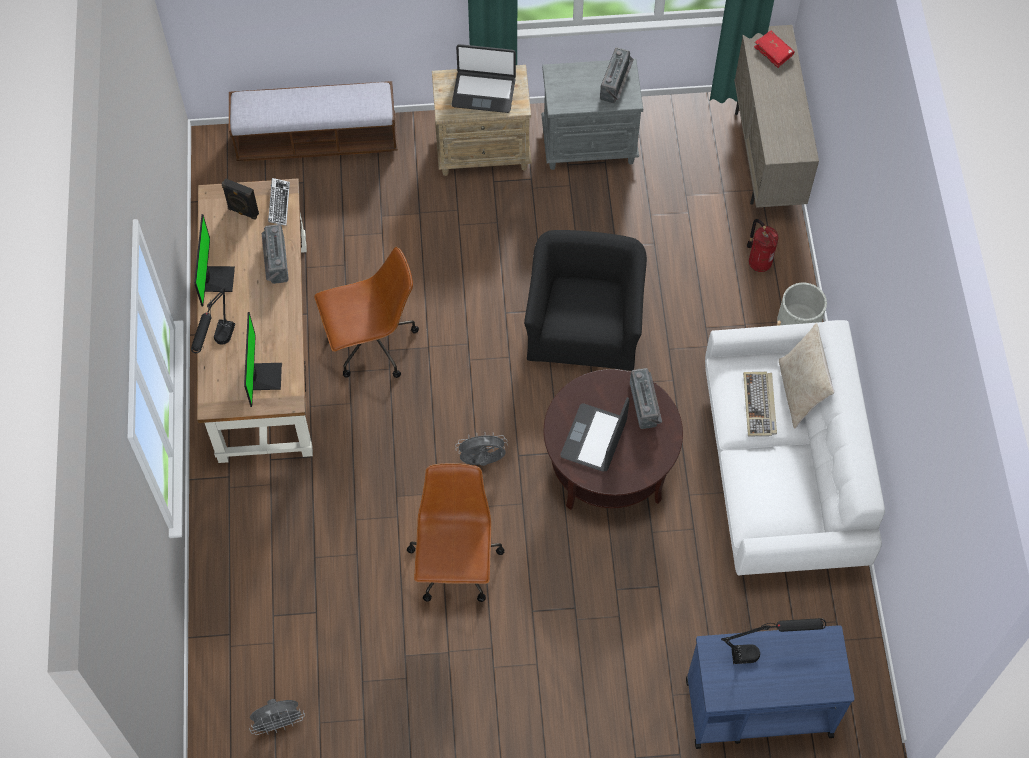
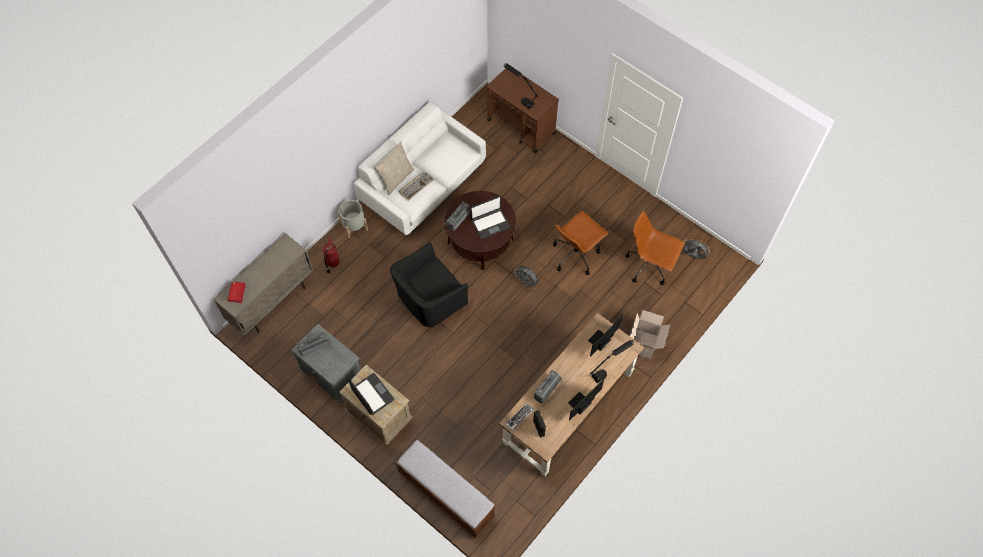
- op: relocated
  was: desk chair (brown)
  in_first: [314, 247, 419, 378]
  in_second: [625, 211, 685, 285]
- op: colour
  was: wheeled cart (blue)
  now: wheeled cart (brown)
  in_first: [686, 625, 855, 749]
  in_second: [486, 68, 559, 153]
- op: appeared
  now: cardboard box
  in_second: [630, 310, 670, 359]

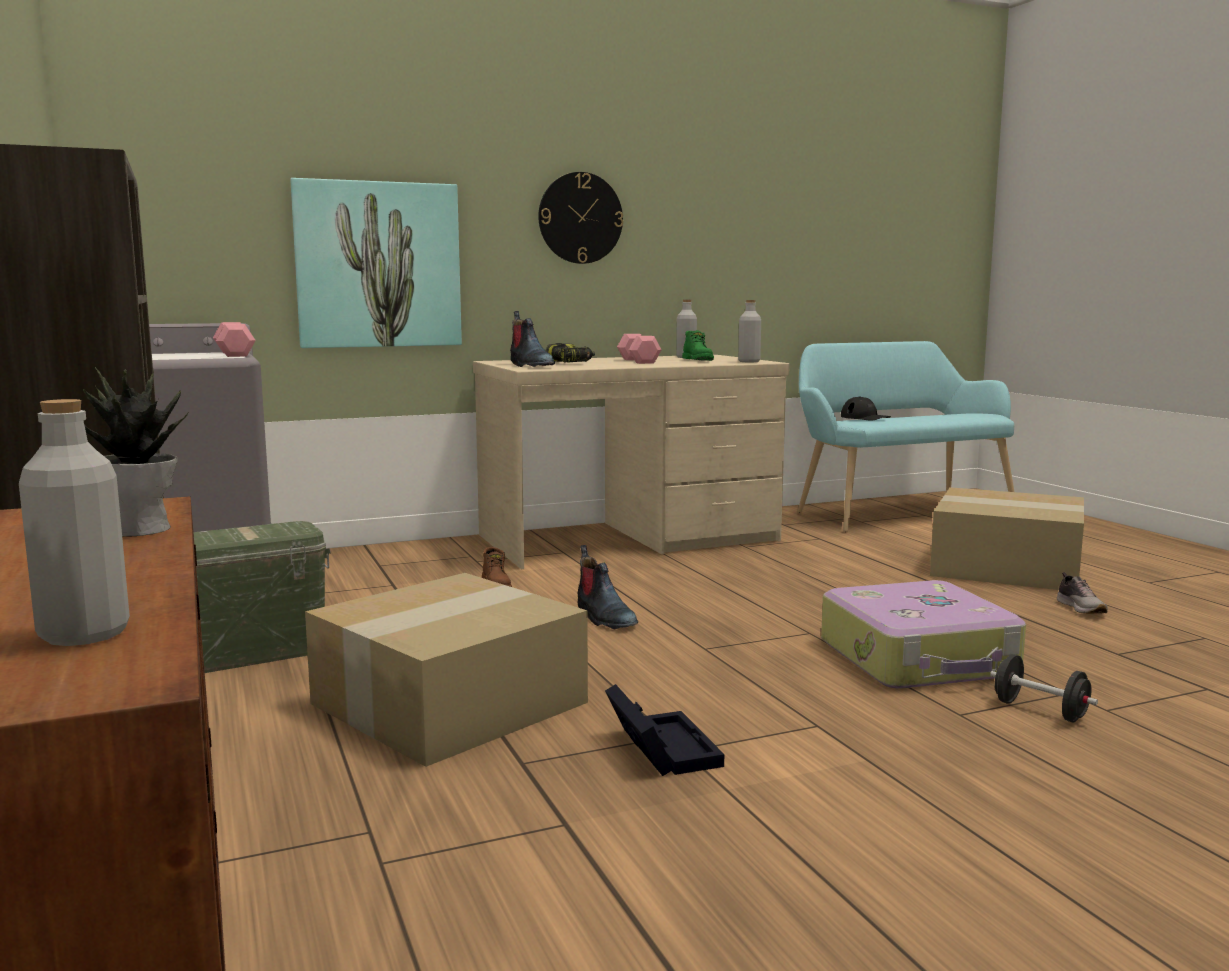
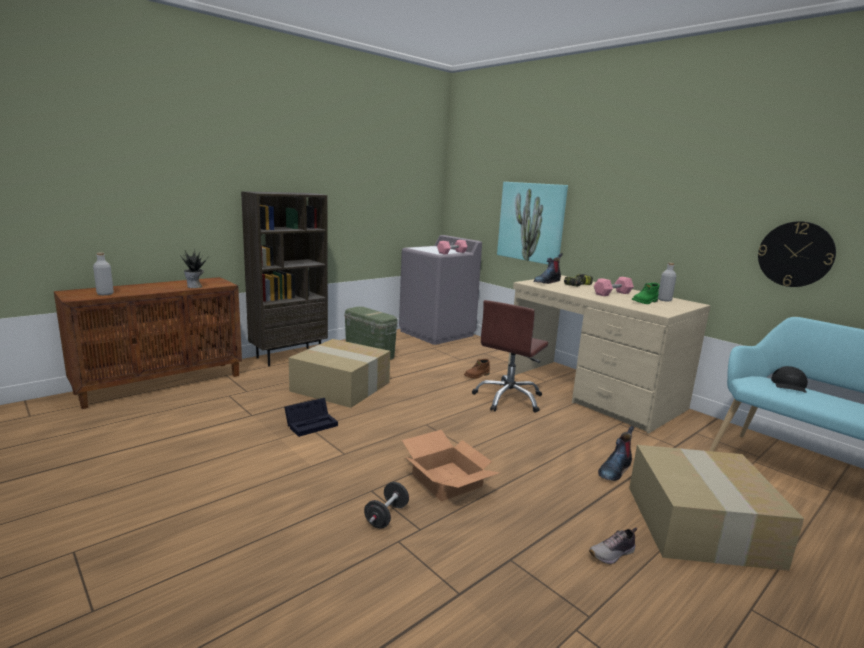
- op: relocated
  was: clock on the wall
  in_first: [538, 172, 623, 264]
  in_second: [758, 221, 836, 287]
- op: relocated
  was: boot
  in_first: [578, 545, 638, 629]
  in_second: [598, 426, 634, 481]
- op: missing
  was: drink bottle (greyish)
  in_first: [738, 300, 761, 362]
- op: exchanged
  was: piece of luggage
  now: cardboard box
  in_first: [821, 580, 1026, 689]
  in_second: [402, 430, 501, 501]
- op: appeared
  now: desk chair (brown)
  in_second: [472, 300, 548, 413]

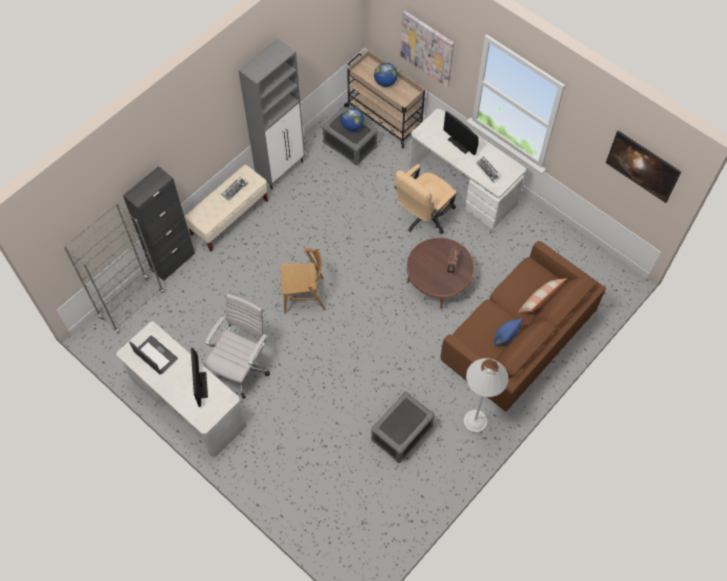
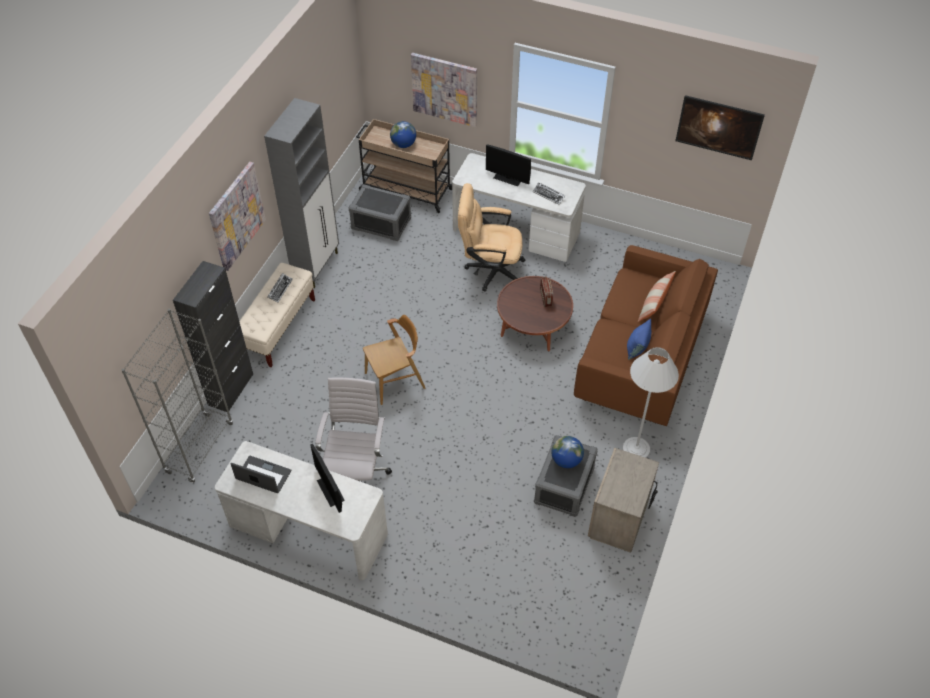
- op: relocated
  was: desk globe
  in_first: [341, 107, 364, 131]
  in_second: [551, 436, 584, 468]
- op: spun
  was: desk chair (sand-coloured)
  in_first: [395, 164, 456, 234]
  in_second: [458, 183, 525, 292]
  clockwise: 75
- op: appeared
  now: wall picture
  in_second: [209, 162, 266, 271]
- op: appeared
  now: bedside table (sand-coloured)
  in_second: [588, 448, 659, 553]

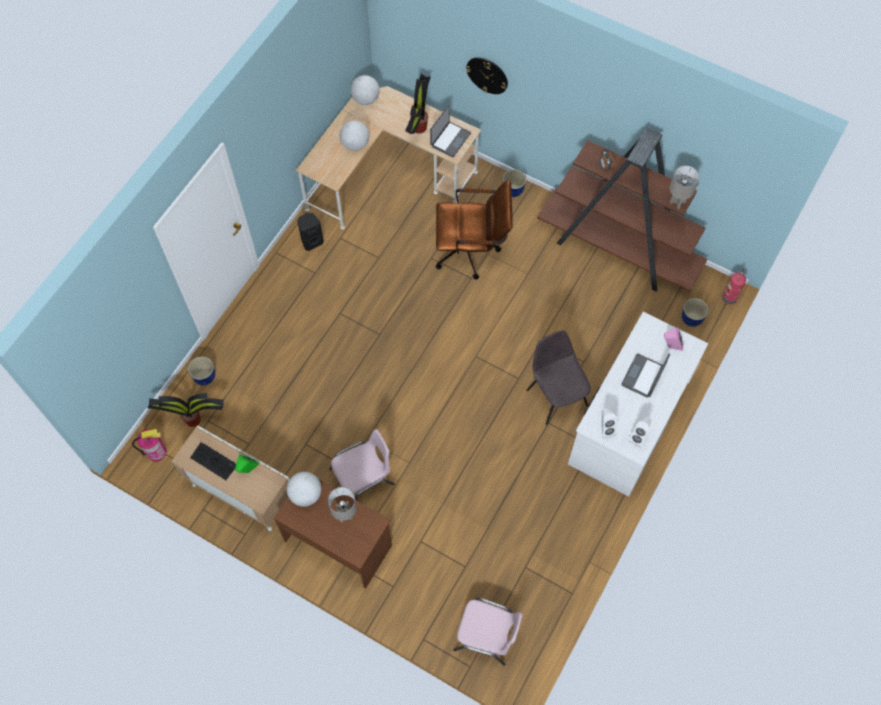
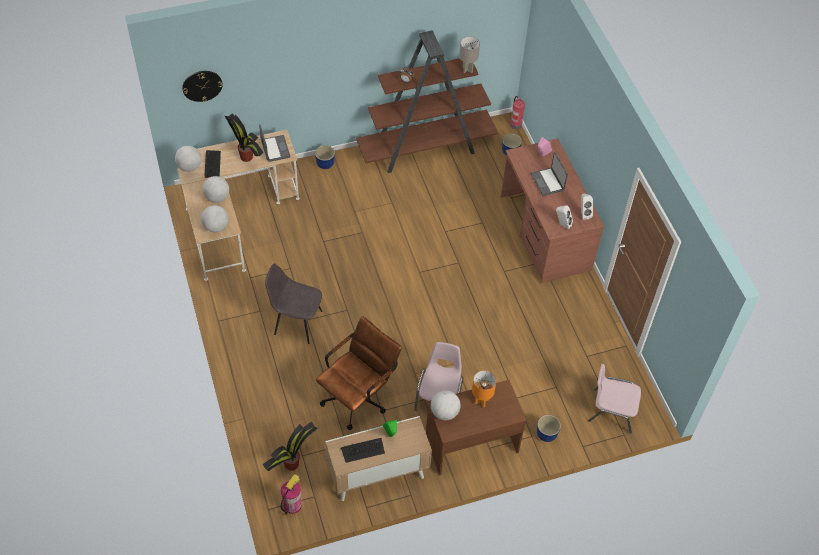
- op: relocated
  was: planter
  in_first: [188, 356, 215, 385]
  in_second: [537, 415, 561, 442]
- op: missing
  was: audio speaker (black-coloured)
  in_first: [297, 213, 324, 251]
- op: colour
  was: lamp for a table (greyish)
  now: lamp for a table (orangey)
  in_first: [328, 487, 357, 523]
  in_second: [472, 370, 496, 407]
- op: relocated
  was: desk chair (brown)
  in_first: [436, 180, 513, 280]
  in_second: [316, 316, 402, 430]
- op: spun
  was: plain chair (pinkish)
  in_first: [453, 598, 523, 666]
  in_second: [588, 364, 641, 434]
  clockwise: -135
- op: relocated
  was: clock on the wall
  in_first: [466, 57, 508, 94]
  in_second: [182, 71, 223, 102]
- op: relocated
  was: plain chair (greyish)
  in_first: [526, 330, 591, 425]
  in_second: [265, 263, 323, 344]
- op: colour
  was: desk unit (white-coloured)
  now: desk unit (brown)
  in_first: [568, 312, 708, 497]
  in_second: [501, 139, 604, 283]
- op: appeared
  now: desk globe
  in_second: [201, 205, 228, 232]
- op: appeared
  now: PC keyboard
  in_second: [205, 150, 221, 178]

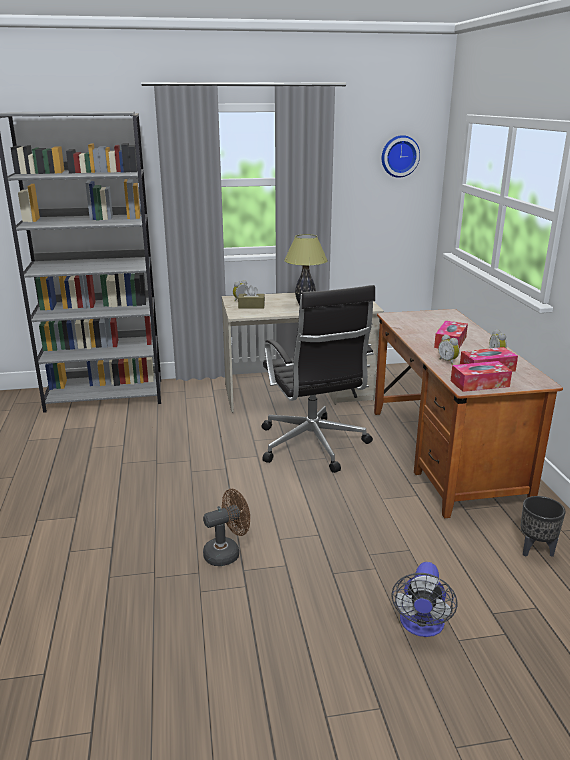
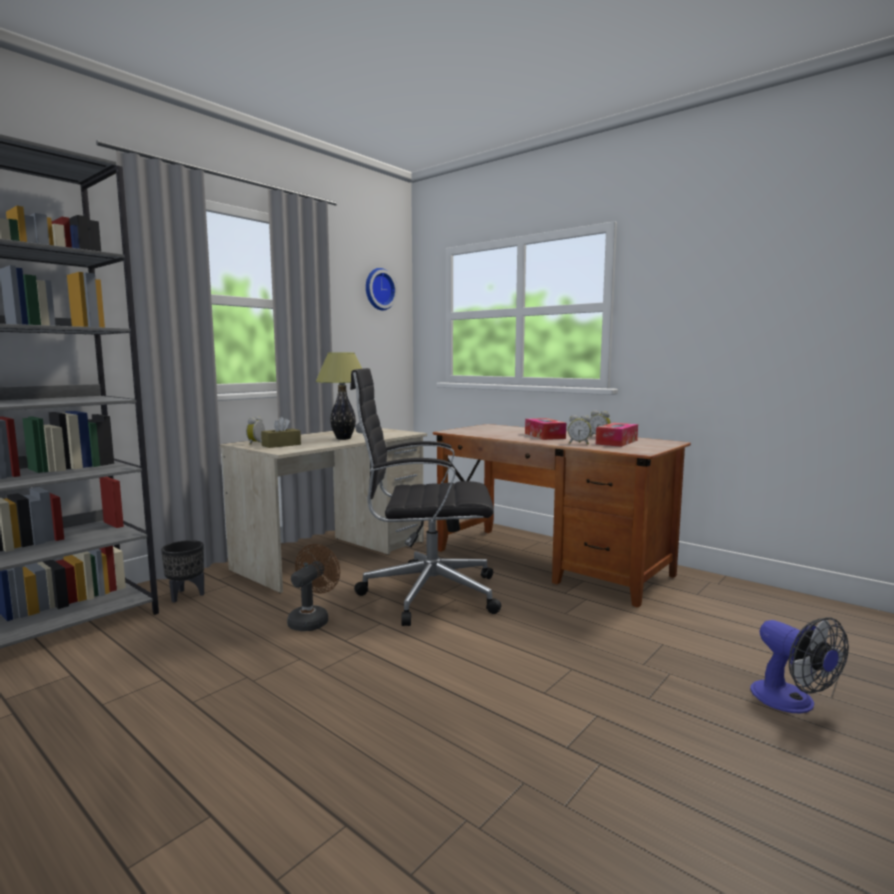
- op: relocated
  was: electric fan (brown)
  in_first: [203, 489, 250, 566]
  in_second: [287, 544, 340, 631]
- op: spun
  was: desk chair (black-coloured)
  in_first: [262, 285, 375, 473]
  in_second: [350, 368, 501, 626]
  clockwise: 150
- op: missing
  was: tissue holder
  in_first: [451, 361, 512, 392]
- op: relocated
  was: planter (black-coloured)
  in_first: [521, 496, 565, 557]
  in_second: [161, 540, 204, 603]

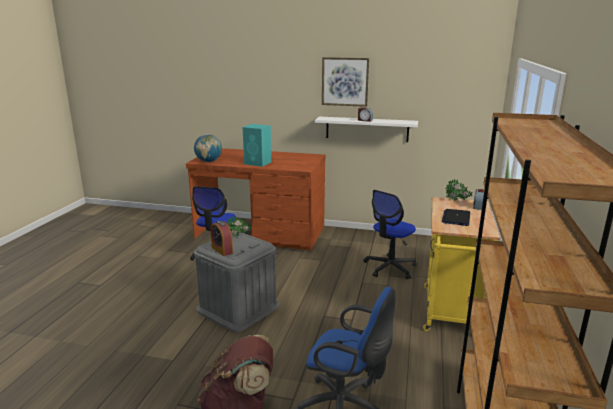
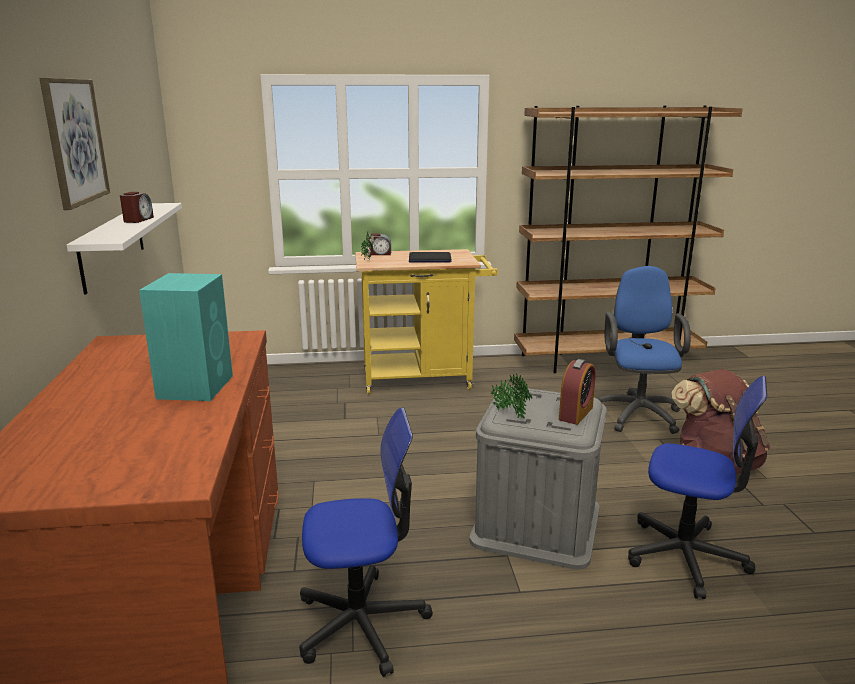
- op: missing
  was: desk globe
  in_first: [194, 134, 222, 162]
- op: relocated
  was: desk chair
  in_first: [363, 190, 417, 279]
  in_second: [628, 376, 767, 599]

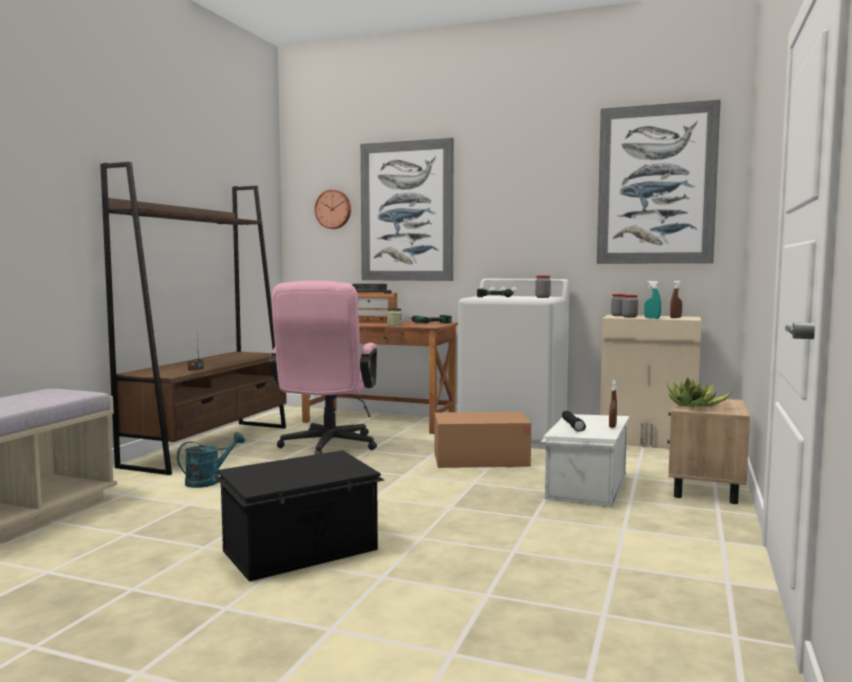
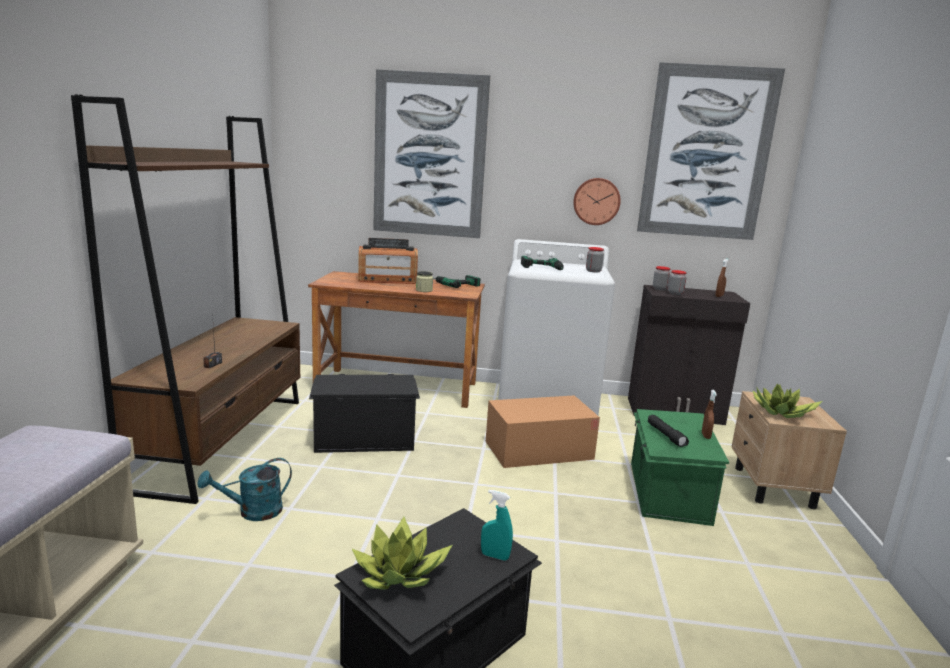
- op: spun
  was: watering can (turquoise)
  in_first: [177, 432, 245, 488]
  in_second: [198, 458, 292, 521]
  clockwise: -150
- op: exchanged
  was: desk chair (pinkish)
  now: storage bin (black-coloured)
  in_first: [268, 281, 377, 455]
  in_second: [309, 374, 420, 453]
- op: relocated
  was: clock on the wall
  in_first: [314, 189, 351, 229]
  in_second: [573, 178, 621, 225]
- op: colour
  was: storage bin (white-coloured)
  now: storage bin (greenish)
  in_first: [541, 414, 629, 508]
  in_second: [631, 409, 729, 526]
- op: colour
  was: cupboard (sand-coloured)
  now: cupboard (black-coloured)
  in_first: [600, 315, 701, 449]
  in_second: [628, 285, 750, 425]
- op: relocated
  was: sprayer (turquoise)
  in_first: [644, 281, 661, 319]
  in_second: [481, 490, 513, 561]
- op: appeared
  now: potted plant
  in_second: [352, 517, 452, 590]

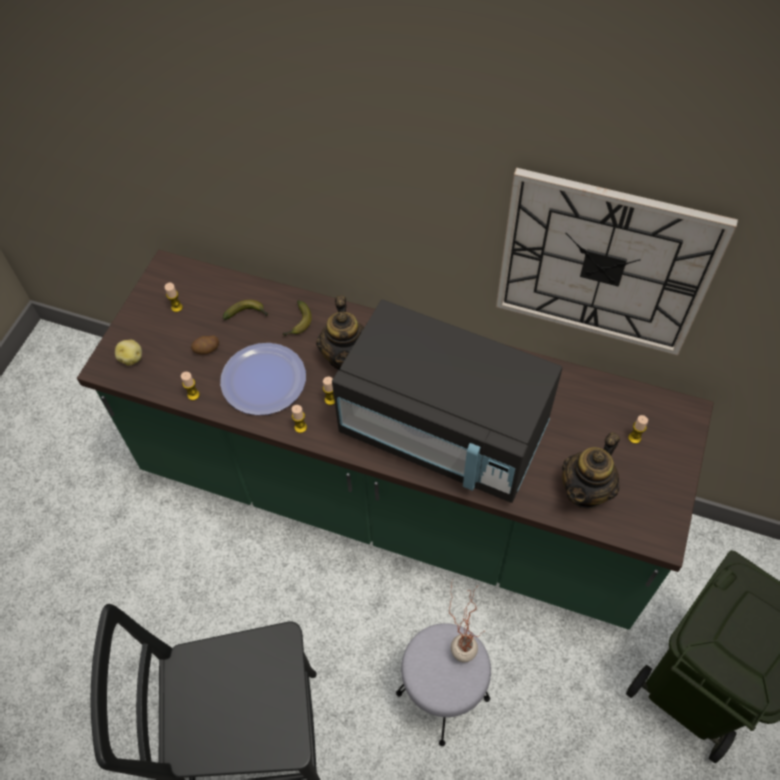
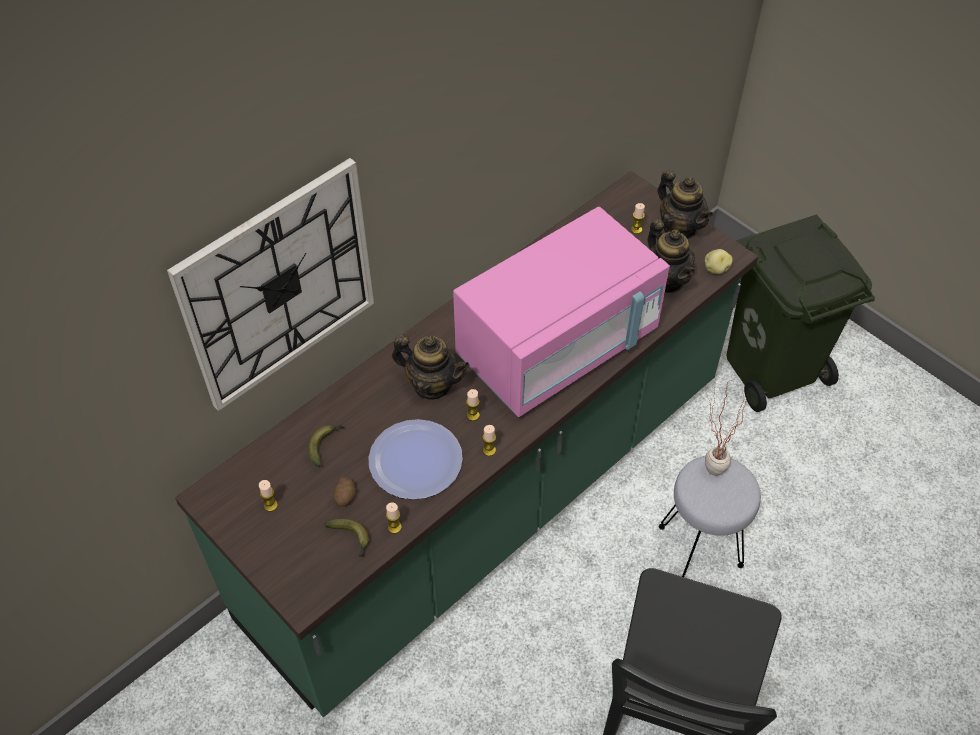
- op: relocated
  was: potato
  in_first: [115, 340, 142, 366]
  in_second: [705, 249, 733, 274]
- op: relocated
  was: whole banana
  in_first: [283, 300, 312, 336]
  in_second: [324, 519, 369, 557]
- op: colour
  was: kitchen microwave (black-coloured)
  now: kitchen microwave (pinkish)
  in_first: [332, 300, 562, 503]
  in_second: [453, 207, 670, 417]
- op: relocated
  was: clock on the wall
  in_first: [496, 168, 738, 355]
  in_second: [167, 158, 374, 411]
- op: appeared
  now: tea pot
  in_second: [658, 170, 713, 239]

